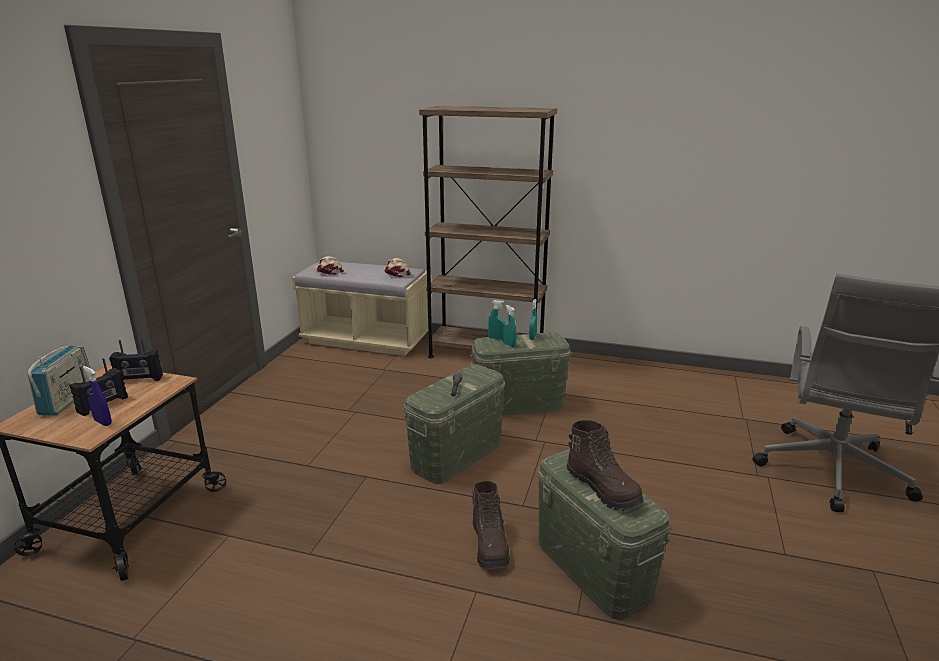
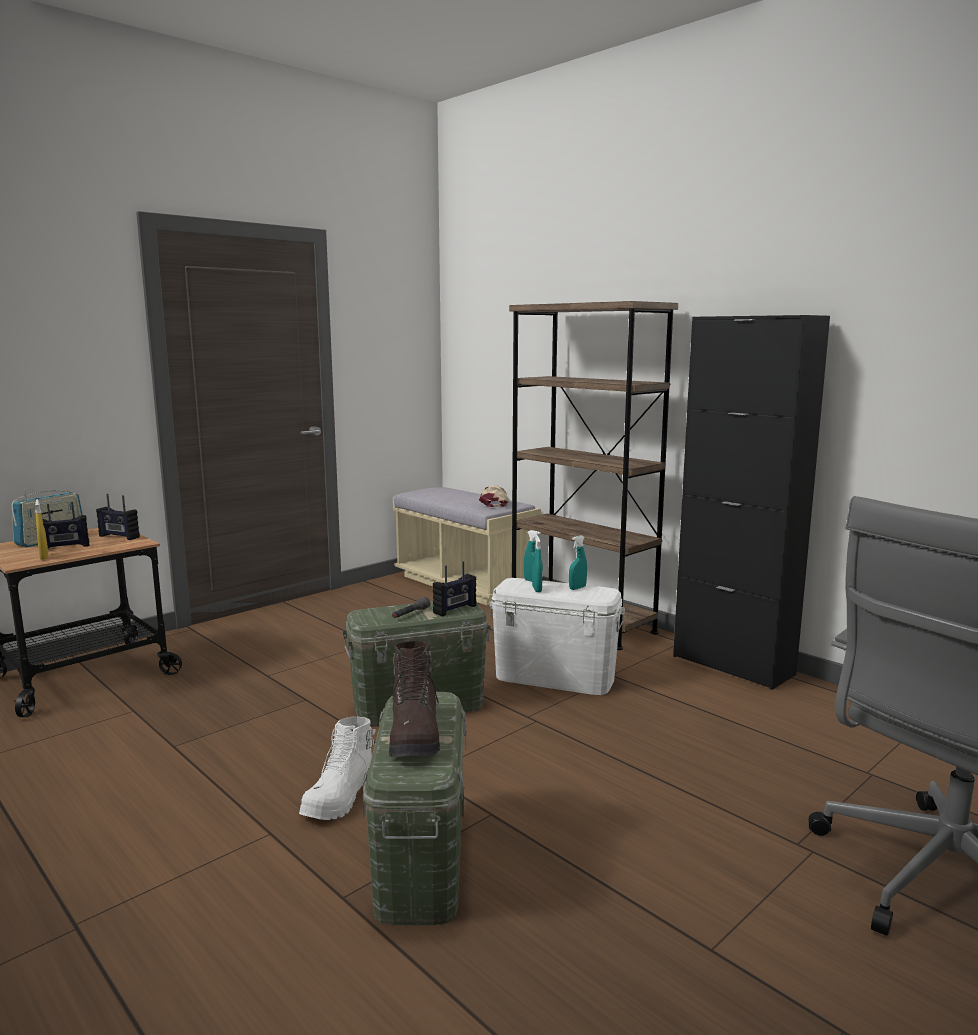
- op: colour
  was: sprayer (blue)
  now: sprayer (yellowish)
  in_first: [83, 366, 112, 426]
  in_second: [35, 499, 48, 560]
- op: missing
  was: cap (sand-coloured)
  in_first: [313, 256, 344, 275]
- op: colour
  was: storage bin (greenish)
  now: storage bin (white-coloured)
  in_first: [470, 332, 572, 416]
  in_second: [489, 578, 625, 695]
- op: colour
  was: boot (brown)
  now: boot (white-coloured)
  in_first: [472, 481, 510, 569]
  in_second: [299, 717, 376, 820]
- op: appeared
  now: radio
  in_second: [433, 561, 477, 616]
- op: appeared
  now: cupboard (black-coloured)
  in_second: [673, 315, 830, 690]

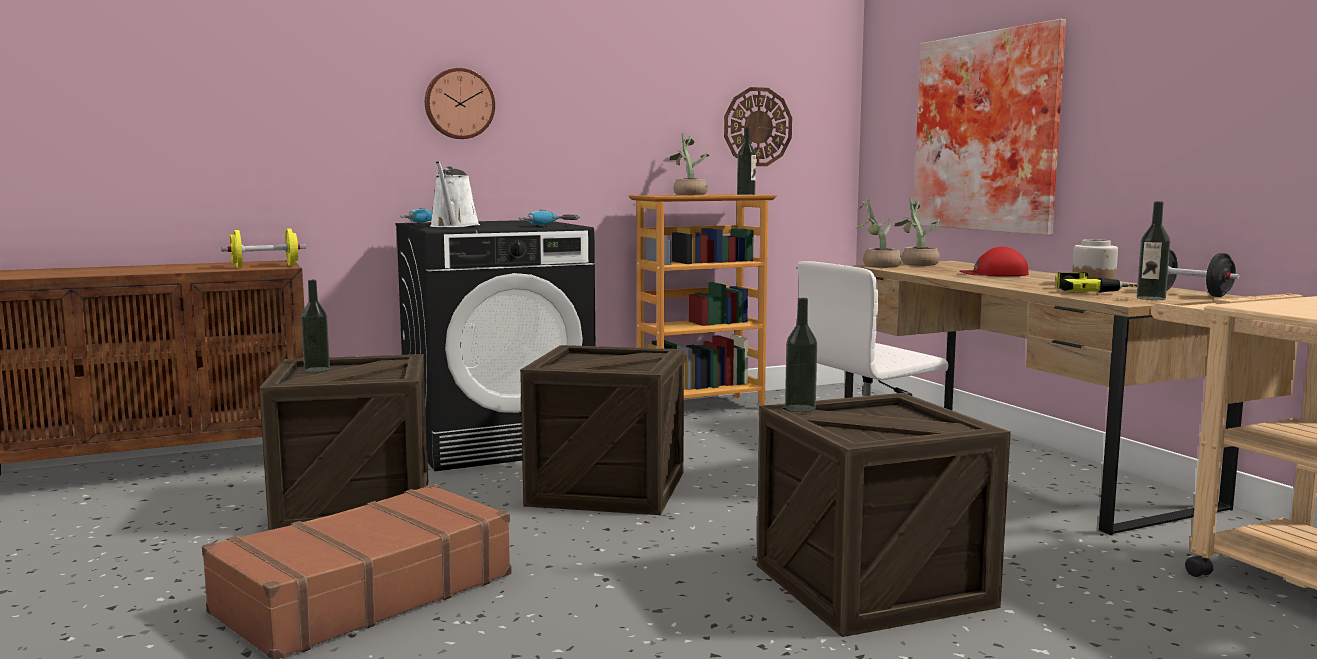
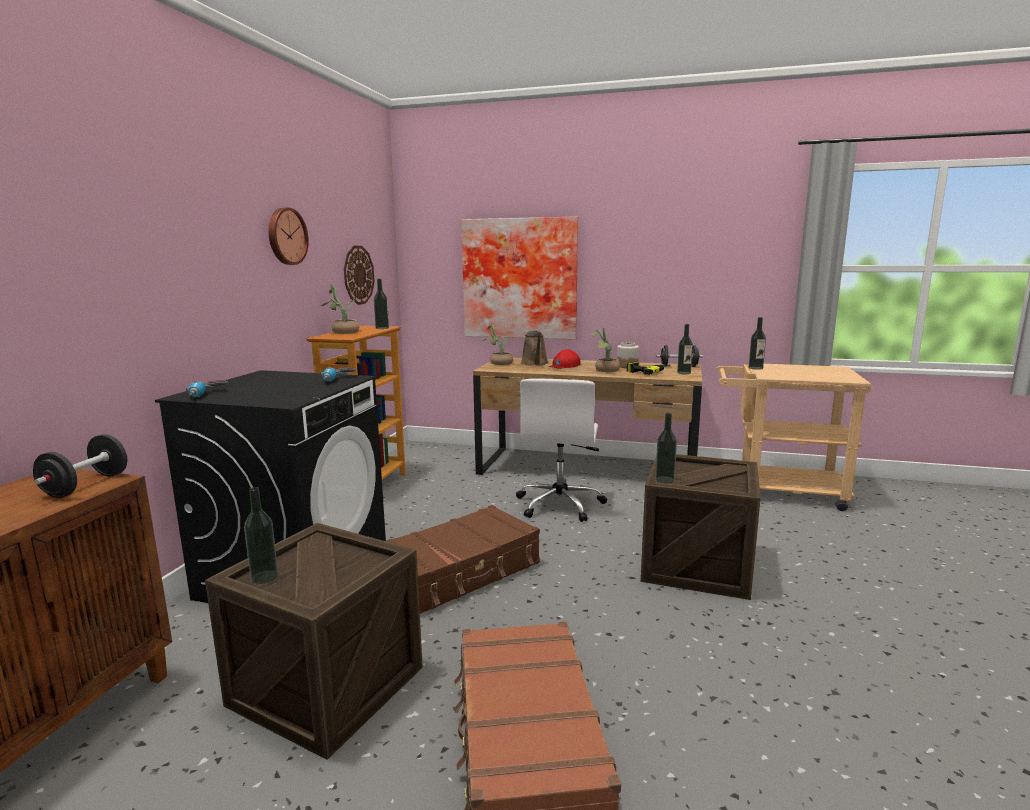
- op: colour
  was: free weight (yellowish)
  now: free weight (black-coloured)
  in_first: [221, 229, 306, 268]
  in_second: [33, 434, 127, 498]
- op: relocated
  was: clock on the wall
  in_first: [425, 68, 495, 139]
  in_second: [268, 208, 309, 265]
- op: missing
  was: watering can (white-coloured)
  in_first: [430, 161, 480, 227]
- op: exchanged
  was: shipping crate
  now: piece of luggage (brown)
  in_first: [520, 345, 684, 515]
  in_second: [386, 505, 540, 614]
- op: relocated
  was: potted plant
  in_first: [855, 199, 902, 268]
  in_second: [591, 328, 620, 372]
- op: appeared
  now: watering can (brown)
  in_second: [521, 331, 548, 366]
- op: appeared
  now: drink bottle
  in_second: [749, 317, 766, 370]

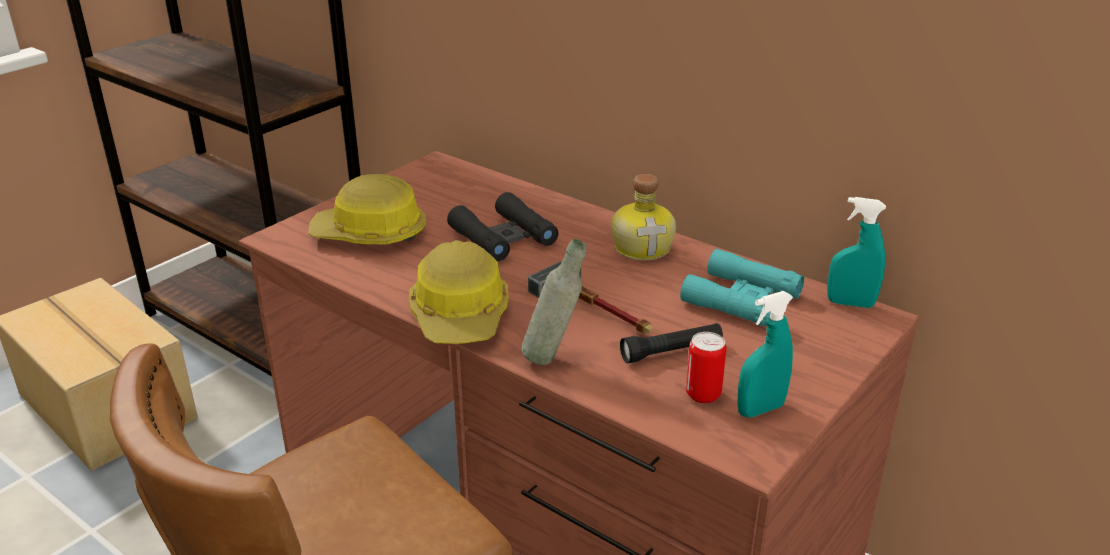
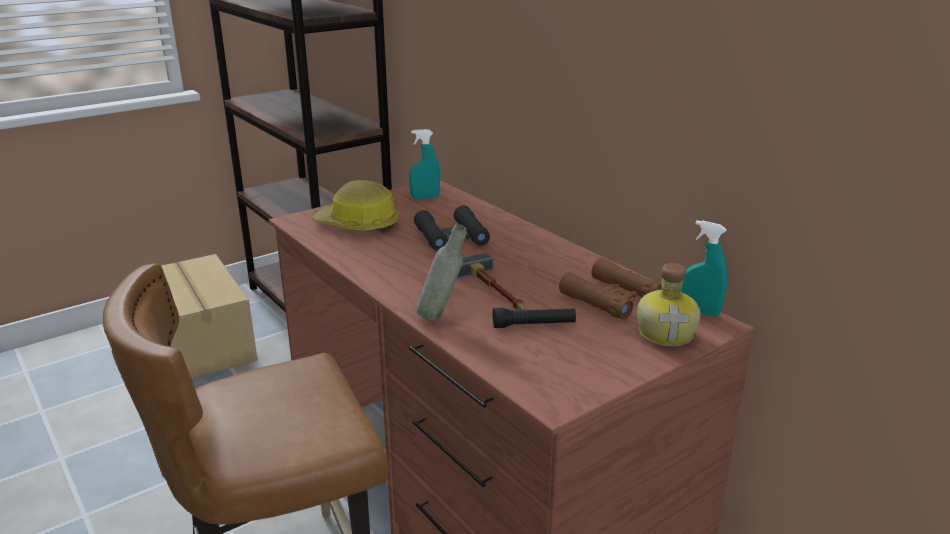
- op: missing
  was: hard hat
  in_first: [409, 240, 509, 344]
- op: relocated
  was: drink bottle
  in_first: [611, 174, 676, 261]
  in_second: [637, 263, 701, 346]
- op: colour
  was: binoculars (turquoise)
  now: binoculars (brown)
  in_first: [680, 249, 804, 326]
  in_second: [559, 258, 662, 320]
- op: missing
  was: metal can
  in_first: [686, 332, 726, 403]
- op: relocated
  was: sprayer (turquoise)
  in_first: [737, 291, 793, 417]
  in_second: [409, 129, 440, 199]

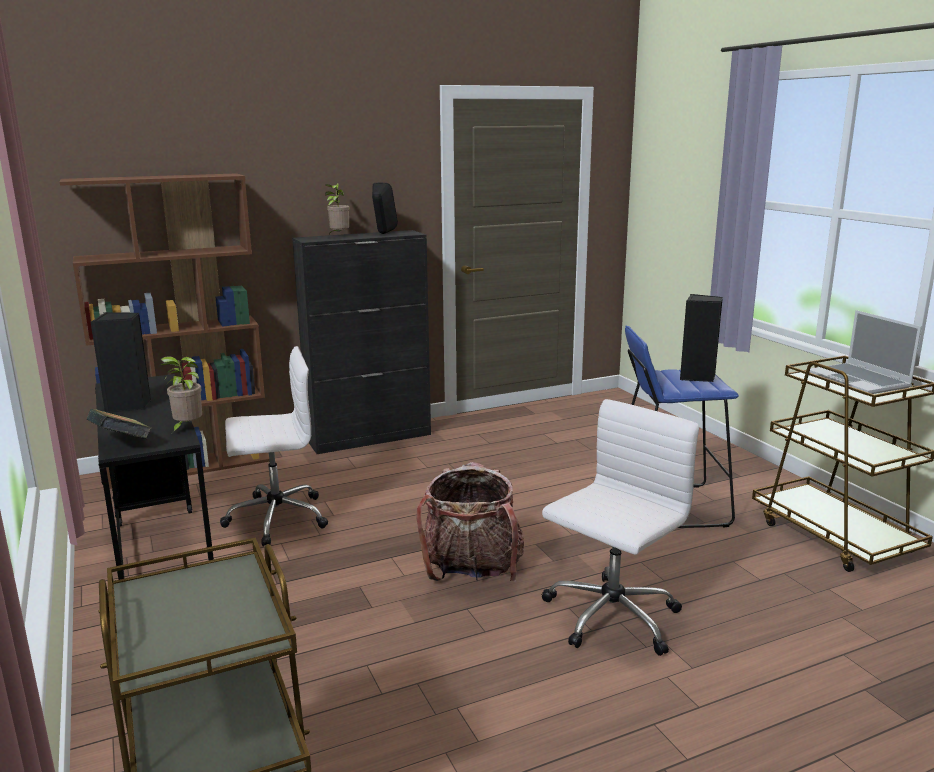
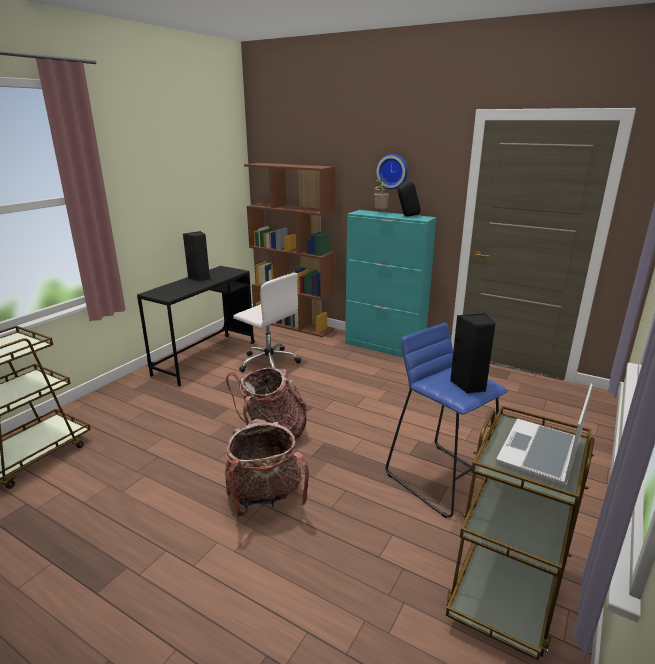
- op: missing
  was: volume
  in_first: [87, 409, 151, 439]
- op: missing
  was: potted plant
  in_first: [160, 356, 202, 433]
- op: colour
  was: cupboard (black-coloured)
  now: cupboard (turquoise)
  in_first: [292, 230, 431, 454]
  in_second: [345, 210, 437, 358]
- op: exchanged
  was: desk chair (white-coloured)
  now: backpack
  in_first: [542, 399, 699, 656]
  in_second: [225, 419, 309, 517]
- op: appeared
  now: clock on the wall
  in_second: [376, 154, 408, 189]

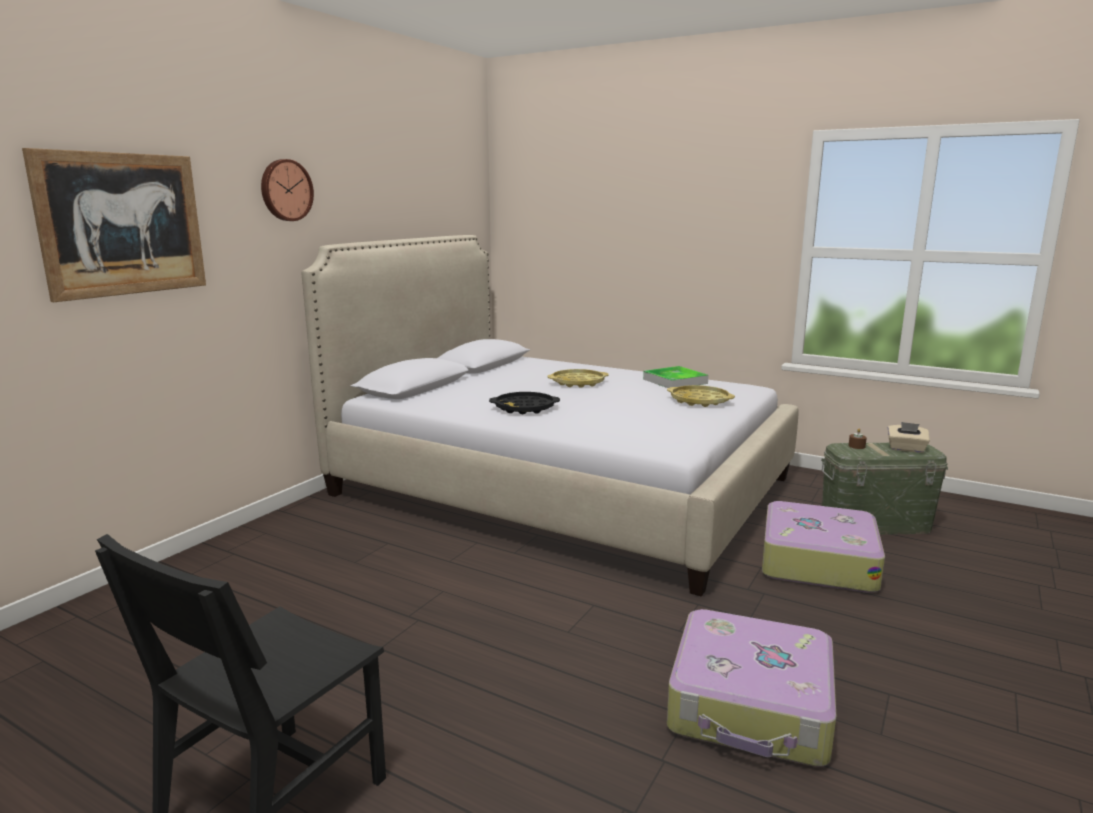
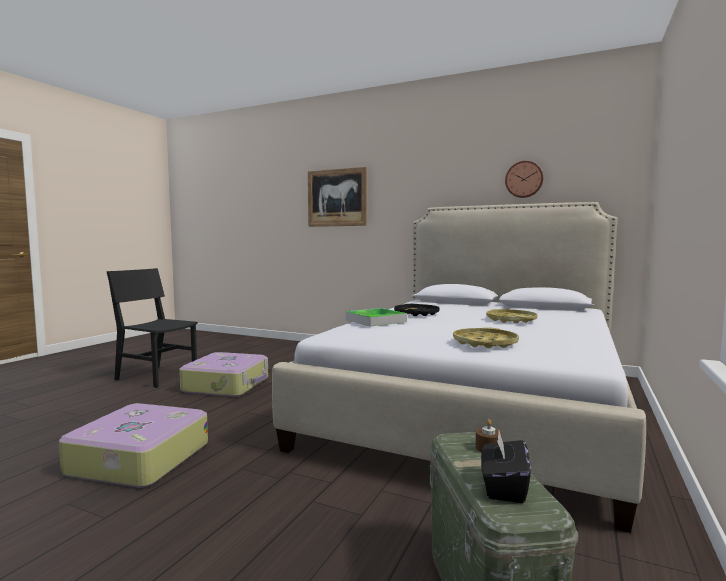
- op: relocated
  was: clock on the wall
  in_first: [261, 159, 314, 221]
  in_second: [505, 161, 543, 198]
- op: relocated
  was: carrying tray
  in_first: [643, 366, 709, 388]
  in_second: [345, 308, 407, 327]
- op: relocated
  was: piece of luggage
  in_first: [762, 501, 885, 593]
  in_second: [179, 352, 268, 397]
- op: colour
  was: tissue holder (sand-coloured)
  now: tissue holder (black-coloured)
  in_first: [888, 422, 930, 453]
  in_second: [481, 431, 531, 503]

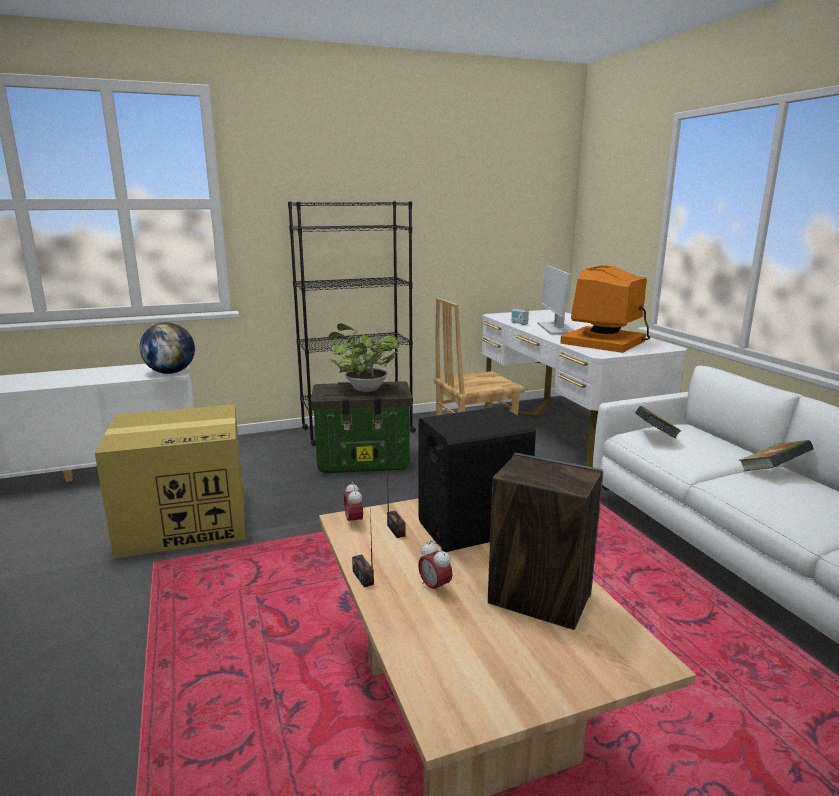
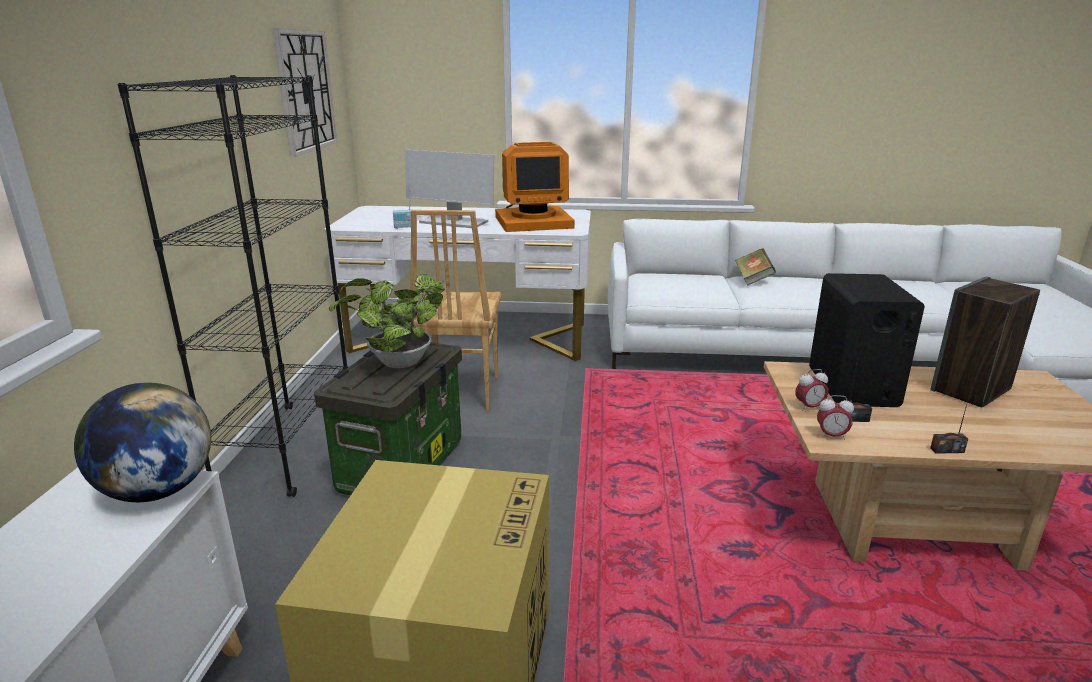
- op: relocated
  was: alarm clock
  in_first: [418, 541, 453, 596]
  in_second: [795, 369, 828, 411]
- op: spun
  was: computer display
  in_first: [560, 265, 650, 353]
  in_second: [495, 142, 575, 232]
  clockwise: -75
- op: missing
  was: volume
  in_first: [635, 406, 681, 439]
- op: appeared
  now: clock on the wall
  in_second: [272, 29, 337, 157]

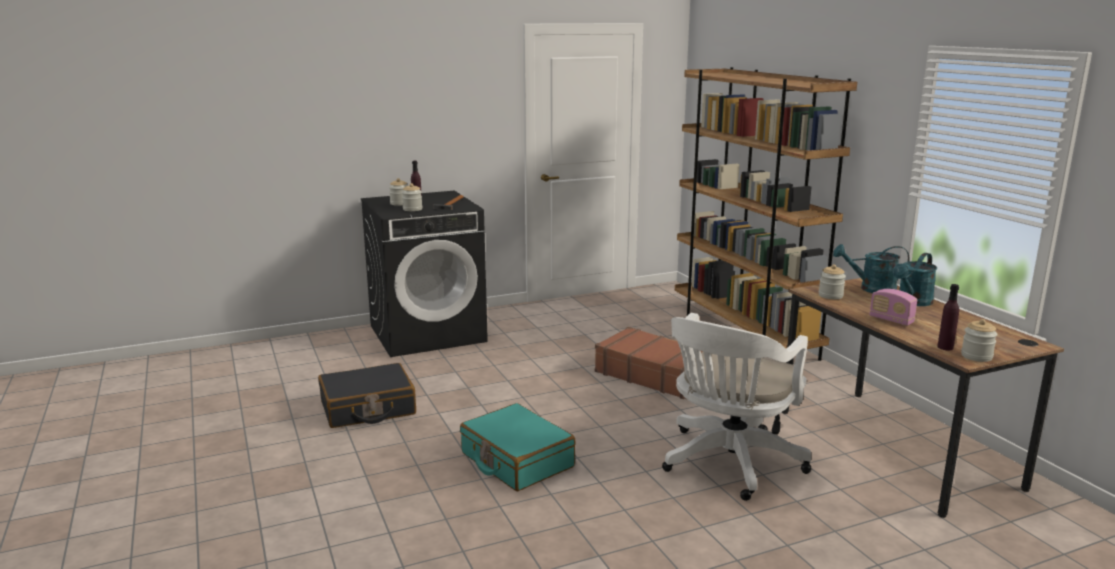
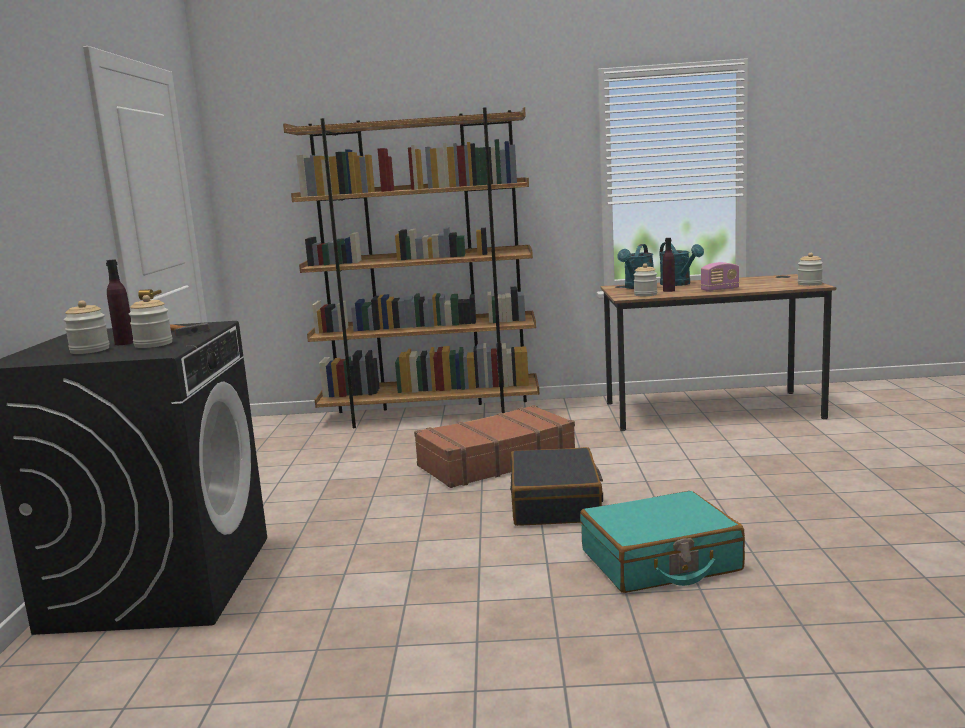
- op: relocated
  was: piece of luggage (black-coloured)
  in_first: [318, 363, 416, 428]
  in_second: [510, 447, 603, 526]
- op: missing
  was: desk chair (white-coloured)
  in_first: [662, 313, 811, 501]
- op: relocated
  was: drink bottle (purple)
  in_first: [937, 284, 959, 350]
  in_second: [663, 238, 675, 292]

